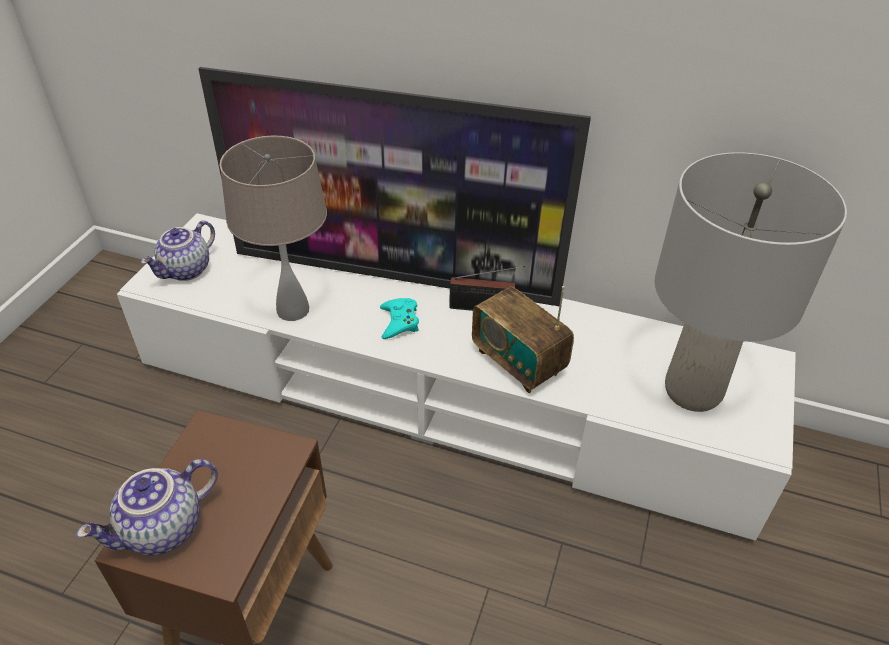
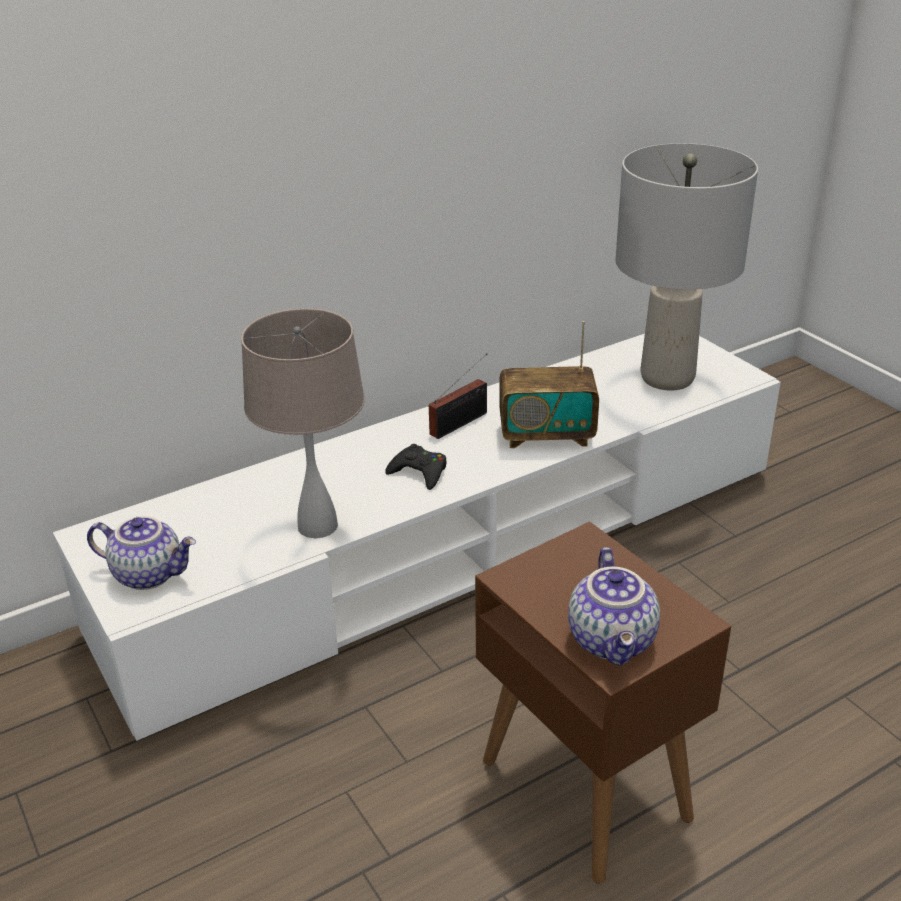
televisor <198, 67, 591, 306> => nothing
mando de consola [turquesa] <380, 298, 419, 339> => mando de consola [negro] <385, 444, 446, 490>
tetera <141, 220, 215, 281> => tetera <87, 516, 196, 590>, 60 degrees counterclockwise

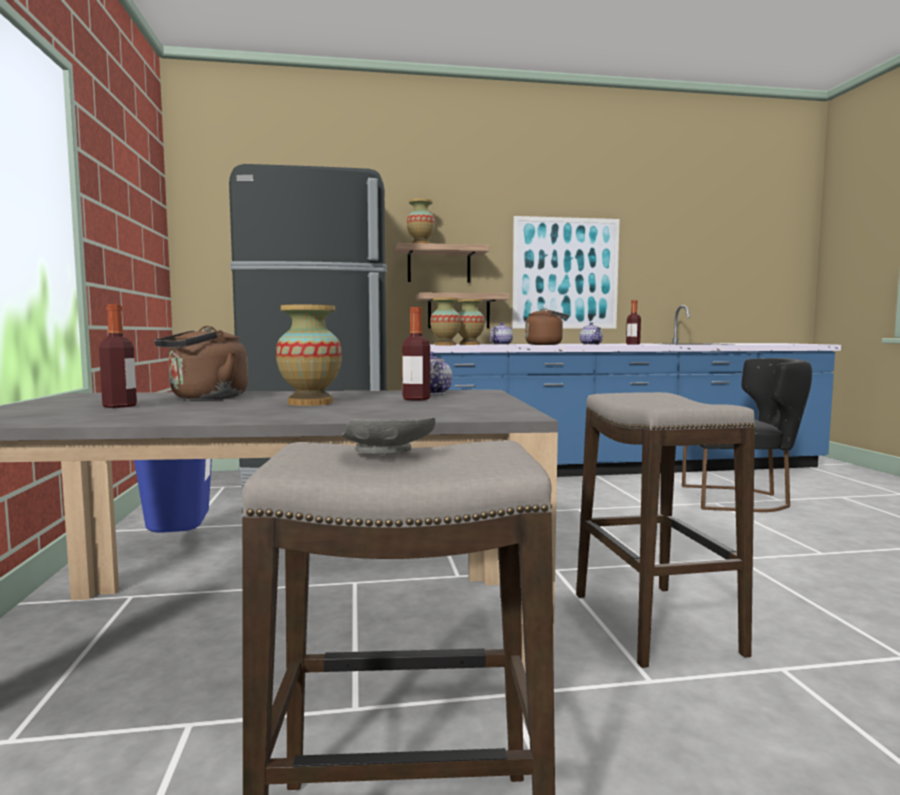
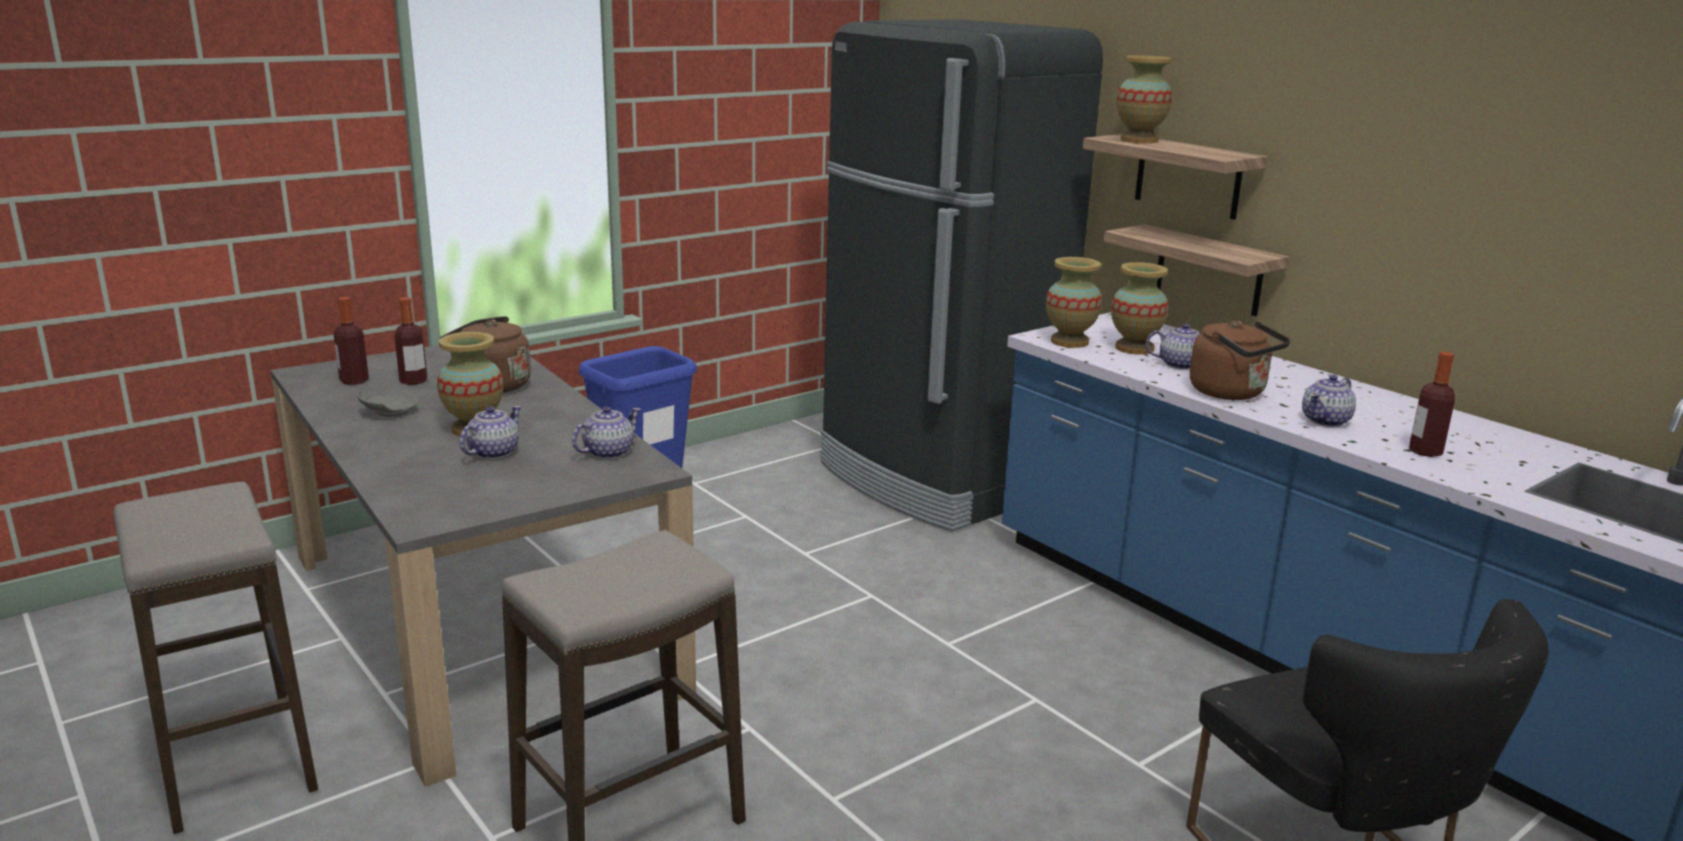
cuadro <512, 216, 620, 329> => nothing
nothing => tetera <459, 406, 521, 459>
plato [gris] <342, 417, 435, 455> => plato [gris] <357, 392, 418, 417>, move
botella <402, 307, 430, 400> => botella <334, 297, 369, 385>, move

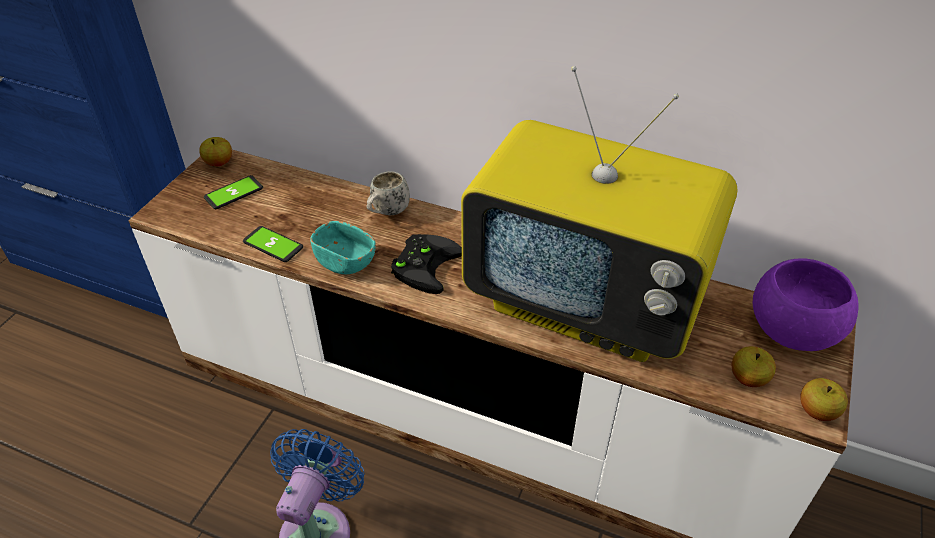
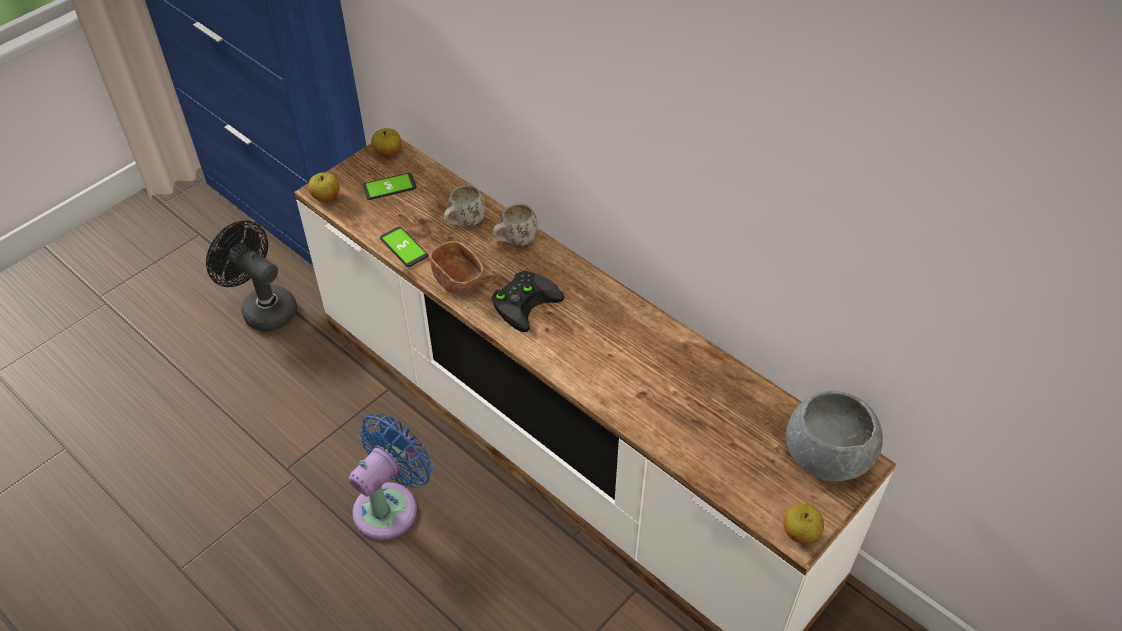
televisor <461, 66, 738, 362> => nothing
nothing => ventilador [negro] <206, 220, 297, 332>
nothing => taza grande [blanco] <444, 185, 485, 227>
manzana <732, 346, 776, 387> => manzana <308, 172, 340, 202>, move
cuenco [turquesa] <310, 221, 376, 274> => cuenco [marrón] <430, 241, 484, 293>
cuenco [morado] <753, 258, 859, 351> => cuenco [gris] <786, 391, 883, 481>

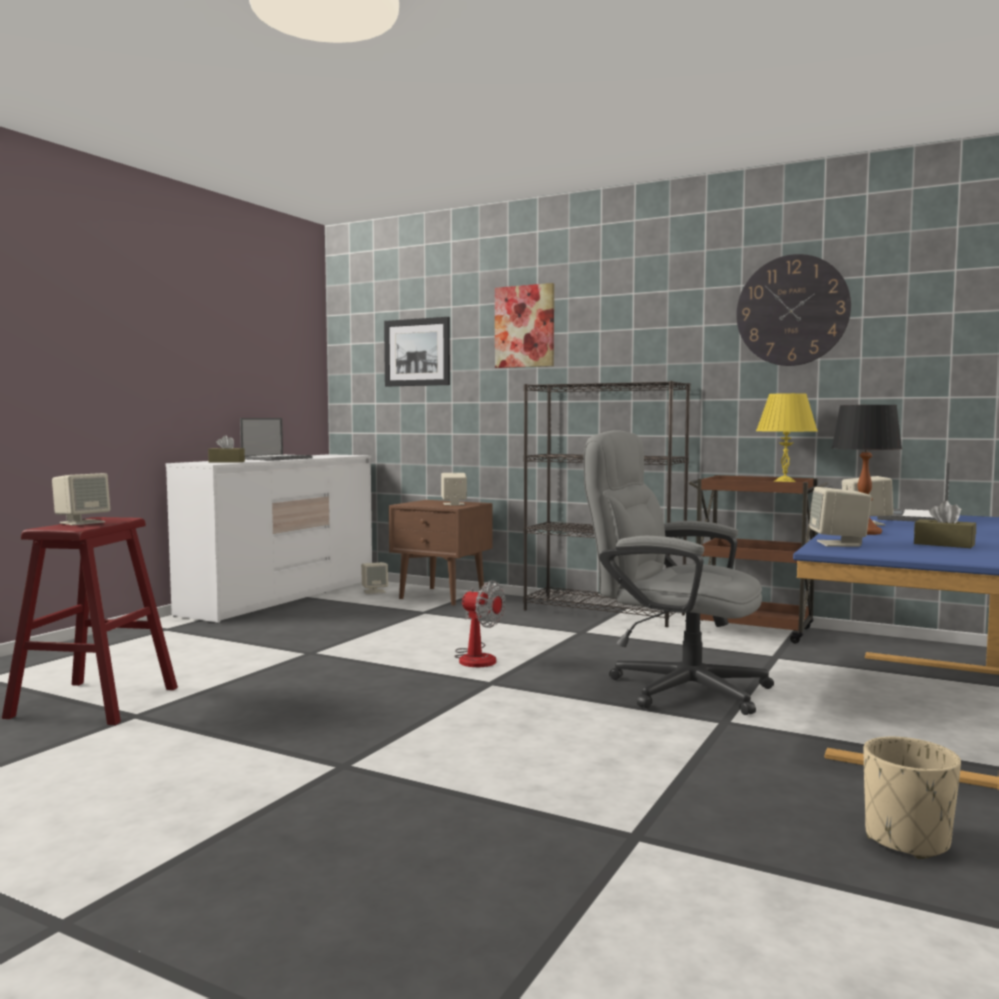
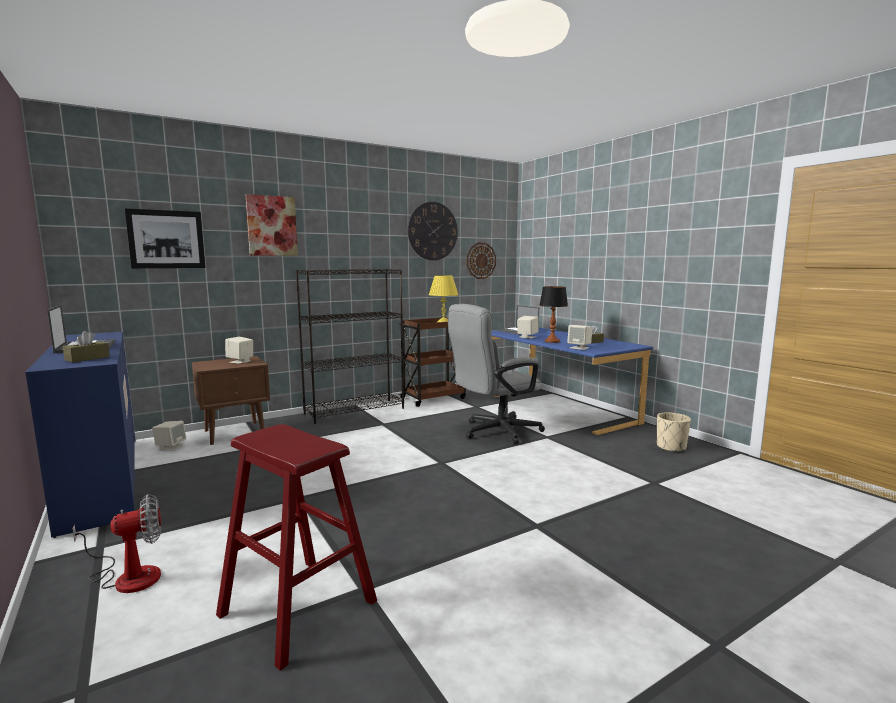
altavoz [beis] <52, 473, 110, 525> => nothing
nothing => reloj de pared <467, 243, 496, 279>
ventilador <454, 581, 506, 667> => ventilador <73, 494, 161, 593>, move
cómoda [blanco] <166, 454, 372, 624> => cómoda [azul] <25, 332, 136, 538>

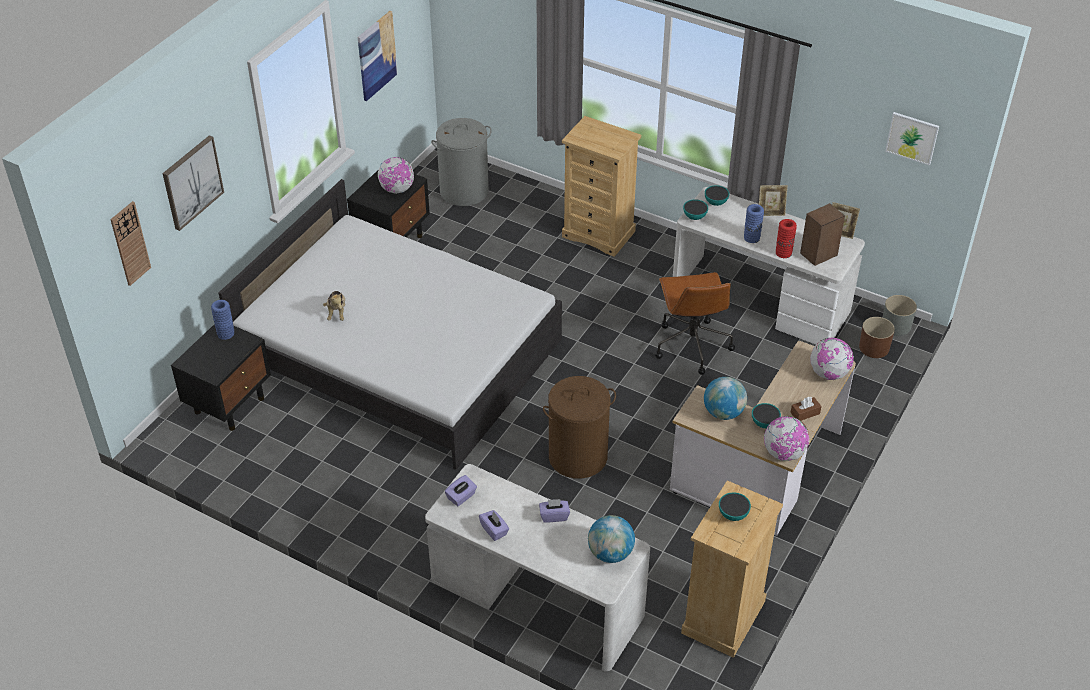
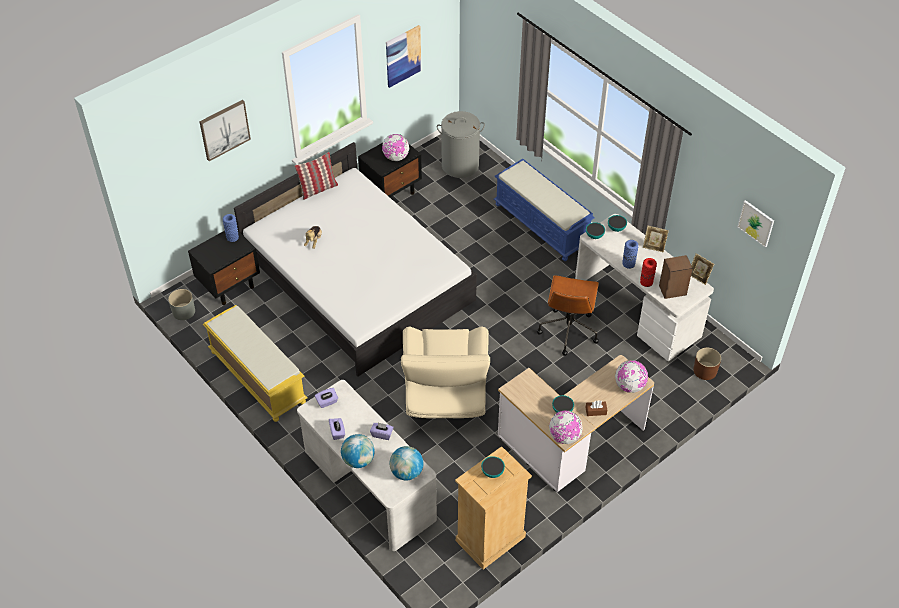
reloj de pared <110, 201, 151, 286> => nothing
nothing => banco [amarillo] <203, 305, 307, 422>
nothing => cojín <294, 152, 338, 200>
globo terráqueo <704, 377, 747, 420> => globo terráqueo <341, 434, 375, 468>, move
maceta [gris] <882, 295, 917, 336> => maceta [gris] <168, 289, 195, 320>, move
cesto de la ropa [marrón] <543, 376, 616, 479> => sillón [beis] <401, 326, 490, 418>
cómoda [beis] <562, 116, 641, 257> => banco [azul] <494, 159, 595, 261>

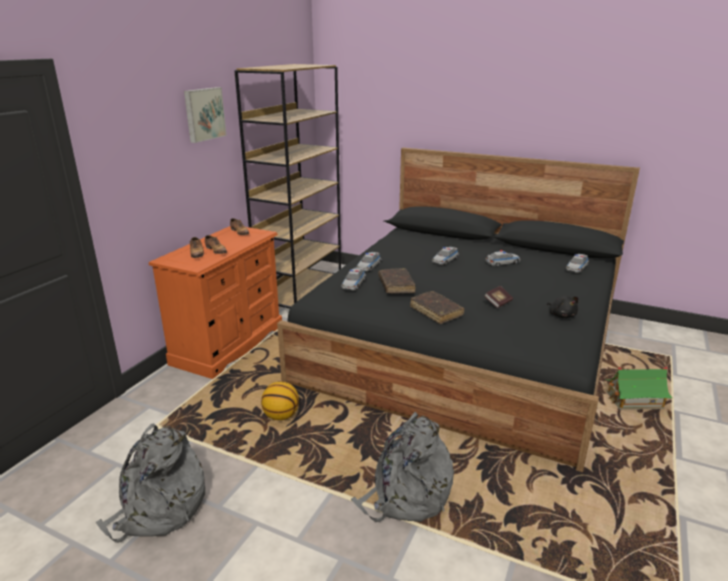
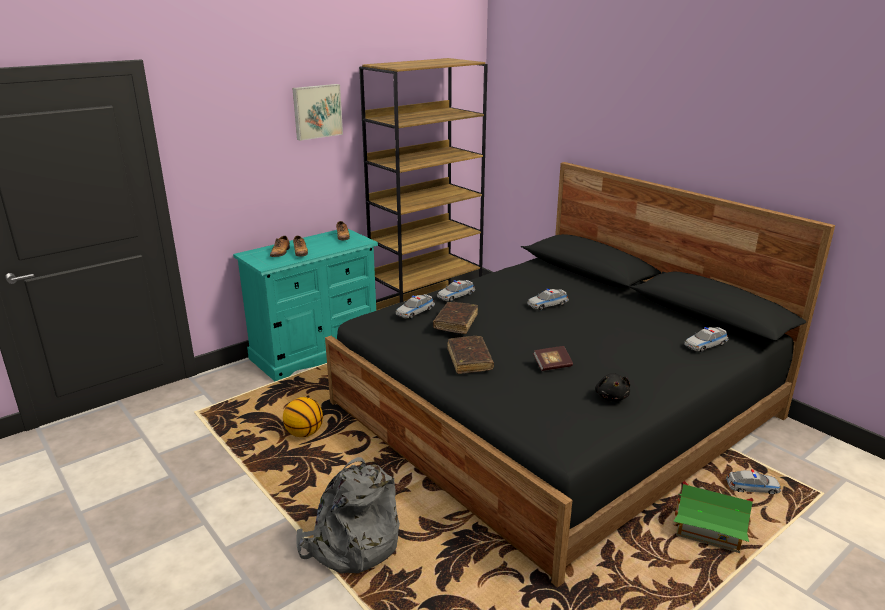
mochila [gris] <96, 423, 205, 543> => nothing
coche de juguete <485, 250, 521, 267> => coche de juguete <726, 469, 781, 494>, move
cómoda [naranja] <149, 226, 282, 379> => cómoda [turquesa] <233, 229, 378, 381>

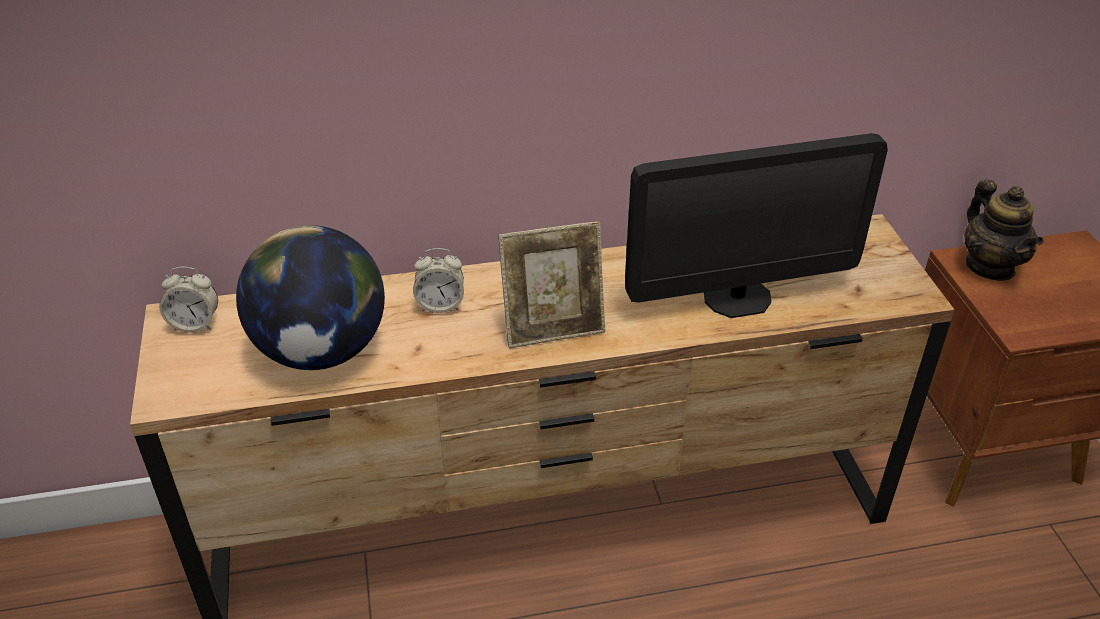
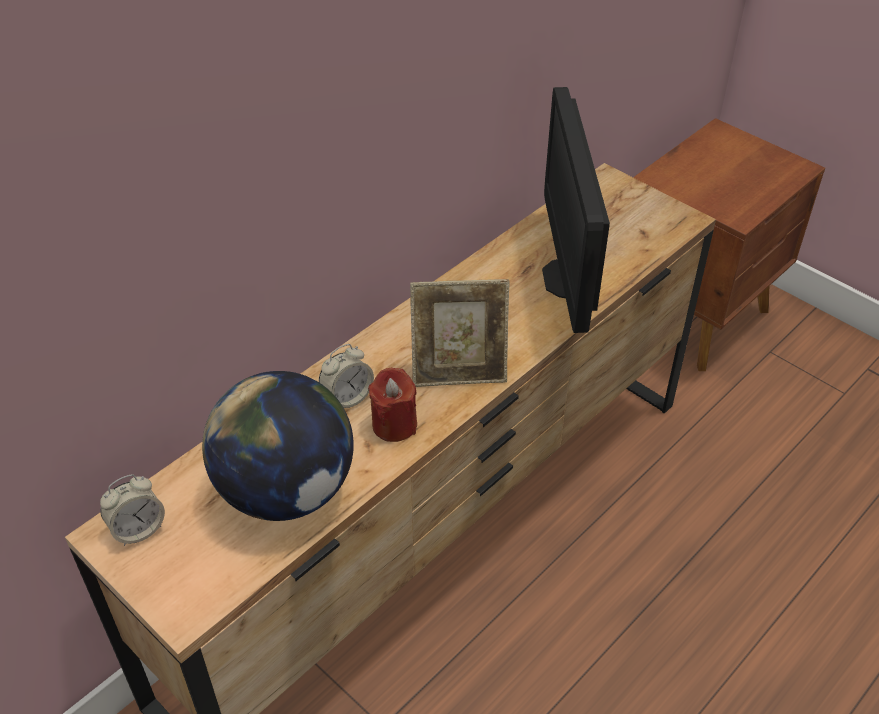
tetera <964, 180, 1044, 281> => nothing
nothing => vela [rojo] <368, 368, 417, 442>
portarretratos <498, 221, 605, 348> => portarretratos <410, 279, 509, 387>, 45 degrees clockwise
monitor <625, 133, 888, 318> => monitor <542, 87, 610, 333>, 135 degrees clockwise

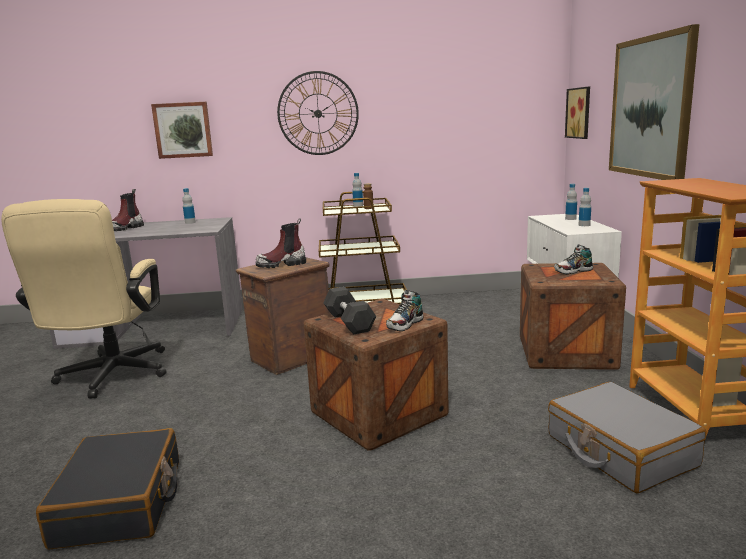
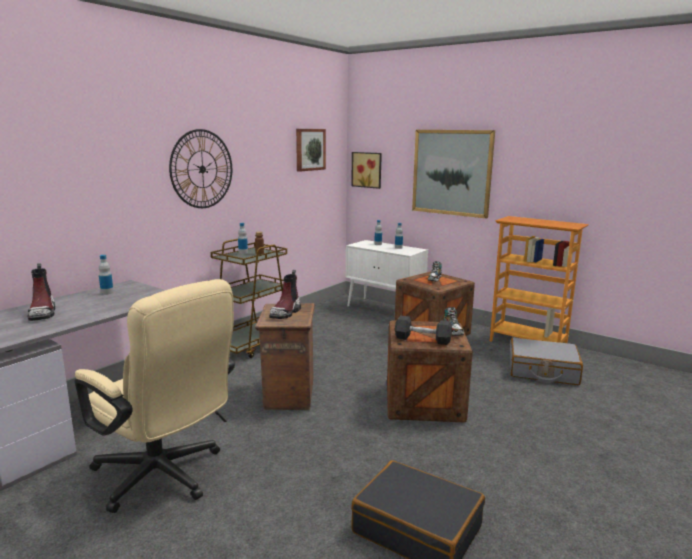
cuadro <151, 102, 213, 159> => cuadro <296, 129, 326, 172>, move

